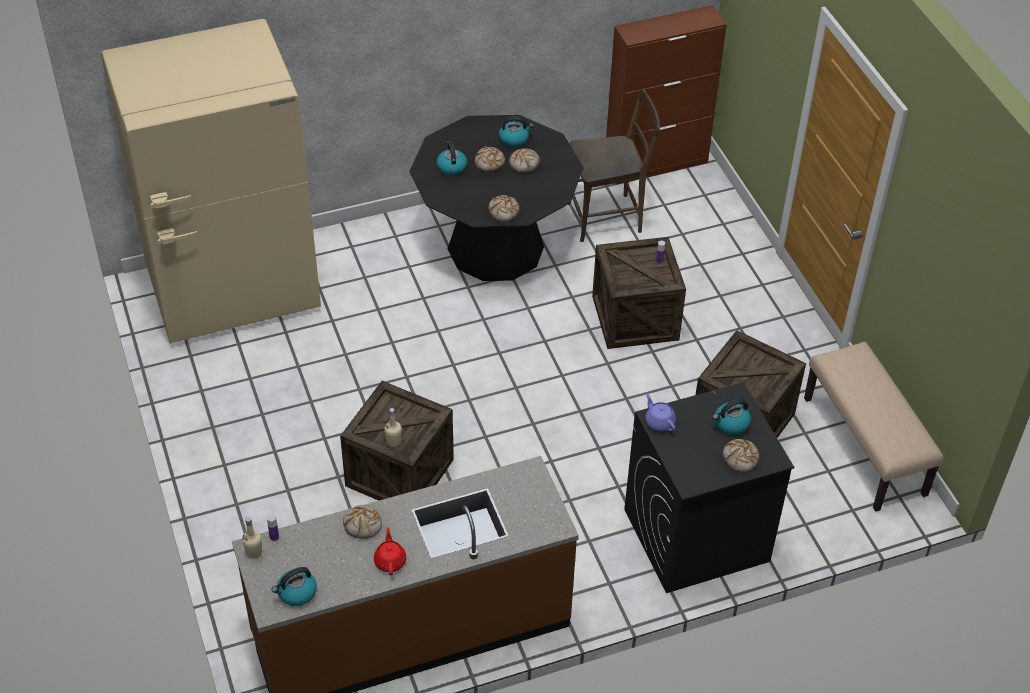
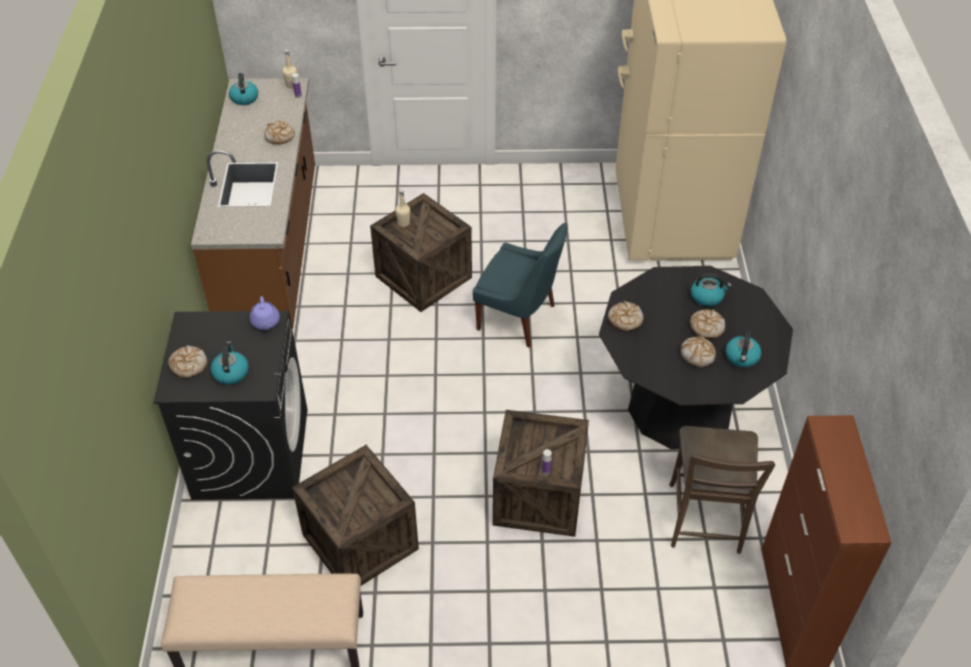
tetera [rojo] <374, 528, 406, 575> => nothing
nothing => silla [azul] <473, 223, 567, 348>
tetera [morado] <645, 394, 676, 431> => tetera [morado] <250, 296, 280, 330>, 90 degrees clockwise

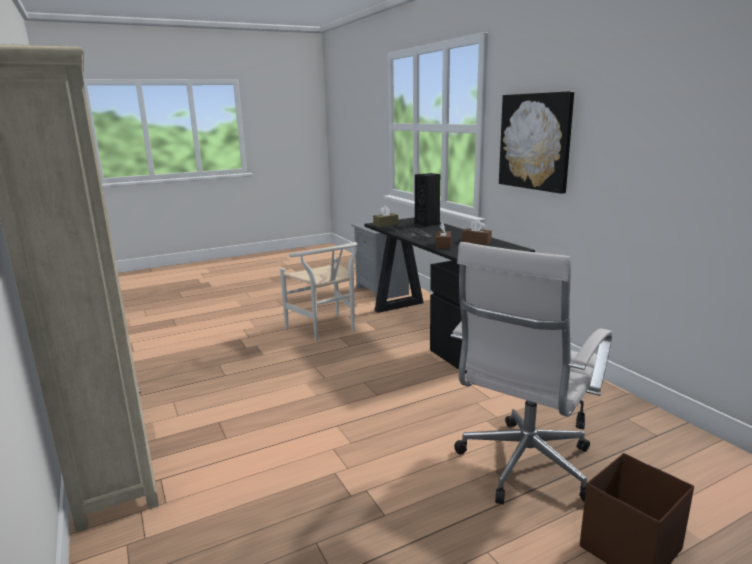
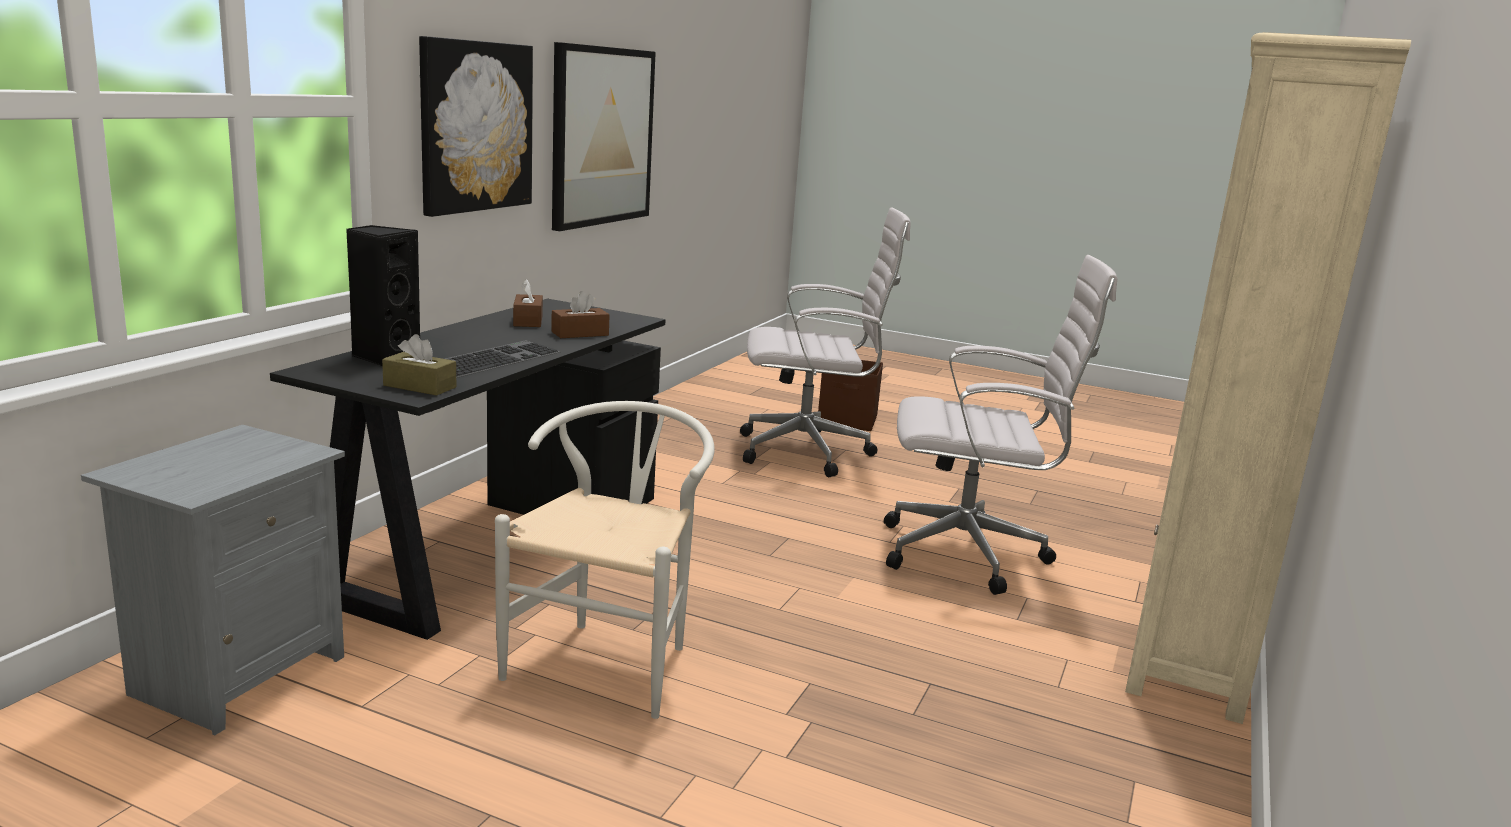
nothing => cuadro <552, 42, 656, 231>
nothing => silla de oficina [blanco] <884, 255, 1117, 595>

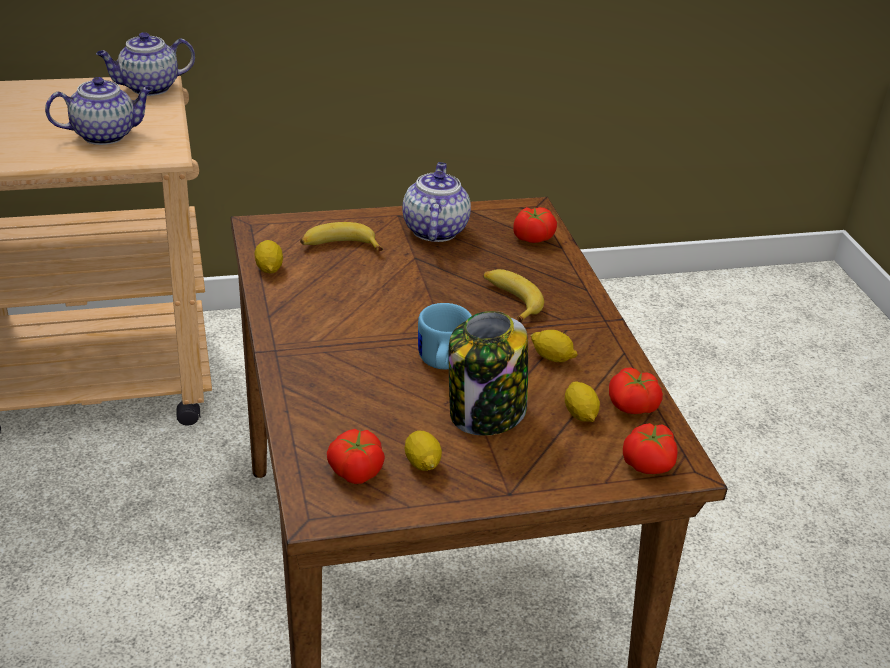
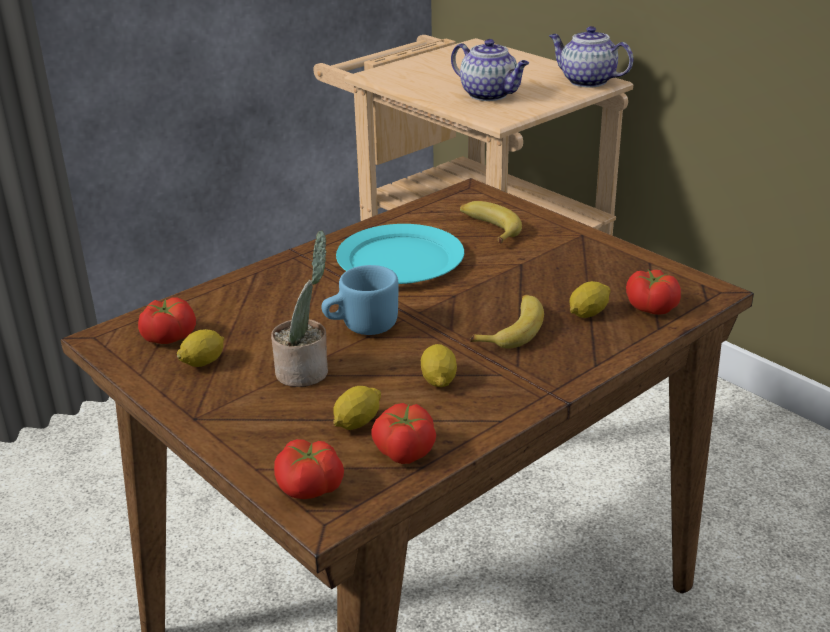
tetera <402, 162, 471, 242> => nothing
nothing => plato [turquesa] <336, 224, 464, 284>
limón <254, 240, 283, 274> => limón <569, 281, 611, 318>, move
tarro <449, 311, 528, 436> => planta en maceta <271, 230, 328, 387>

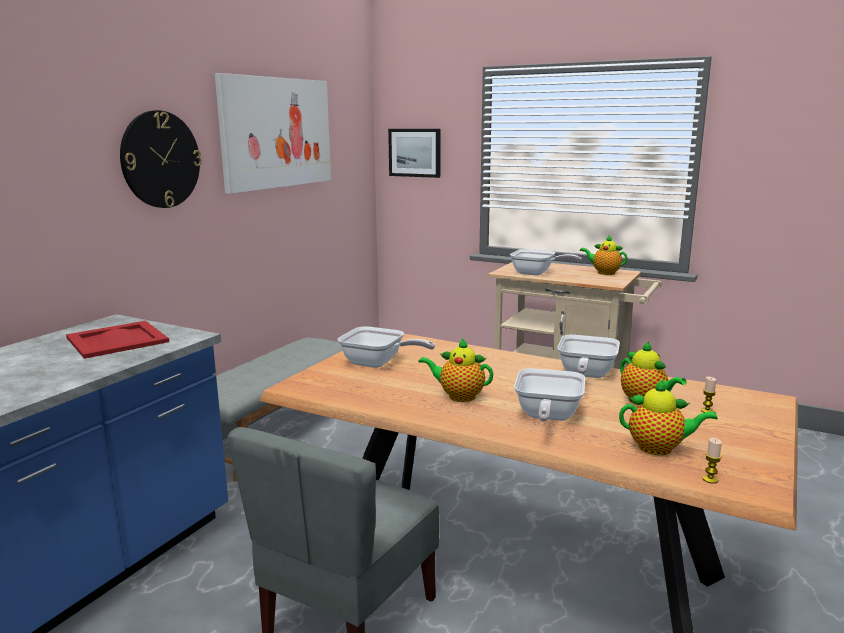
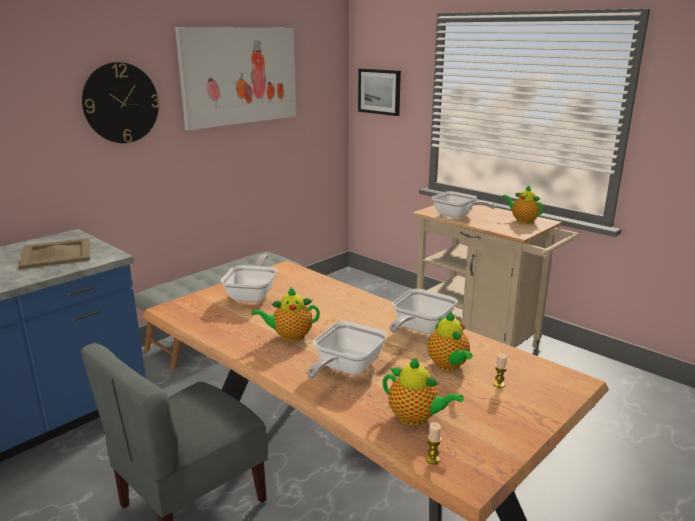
bandeja [rojo] <66, 321, 169, 359> => bandeja [beis] <18, 238, 90, 269>
sartén <338, 326, 435, 368> => sartén <221, 254, 277, 303>, 120 degrees counterclockwise
tetera <419, 337, 493, 402> => tetera <252, 287, 320, 342>, 45 degrees counterclockwise

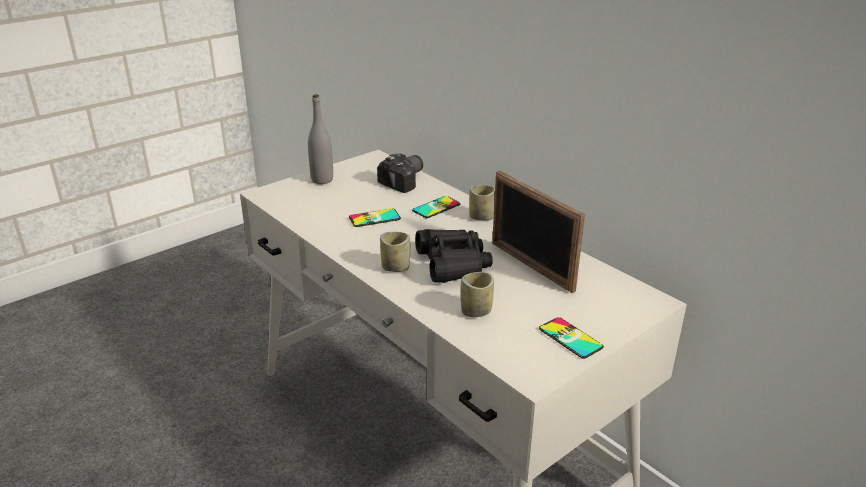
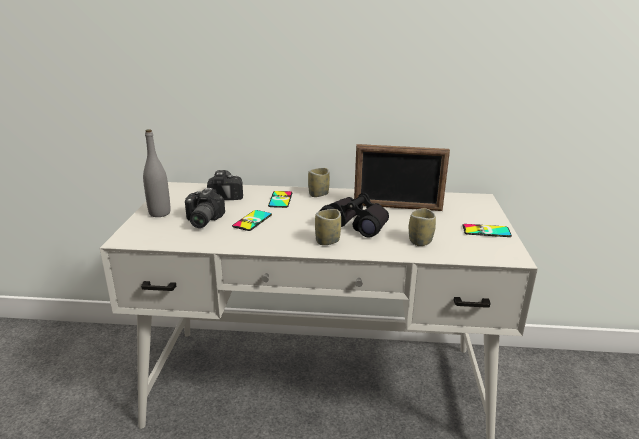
nothing => cámara <185, 188, 225, 228>

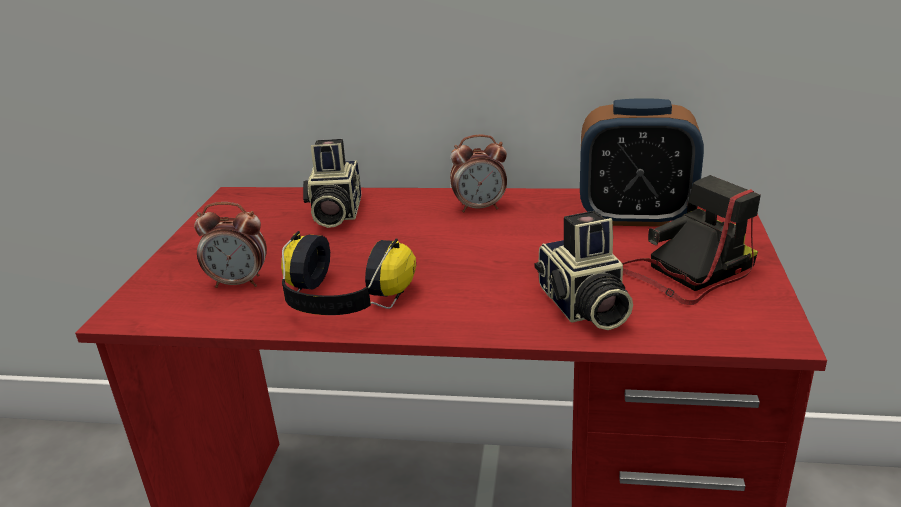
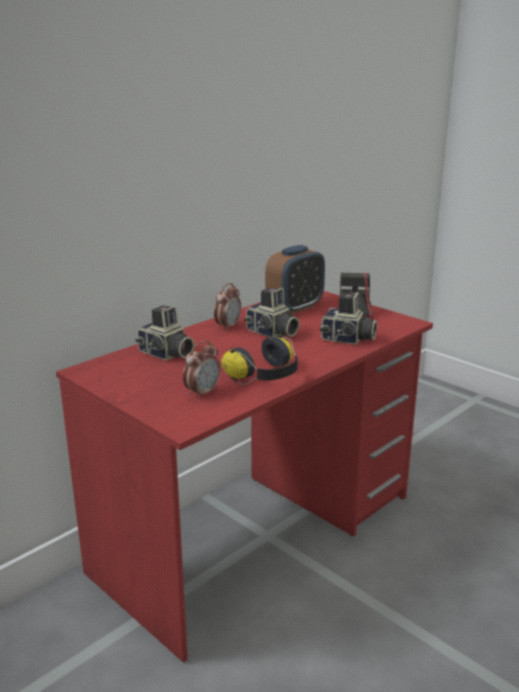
nothing => cámara <244, 287, 300, 337>

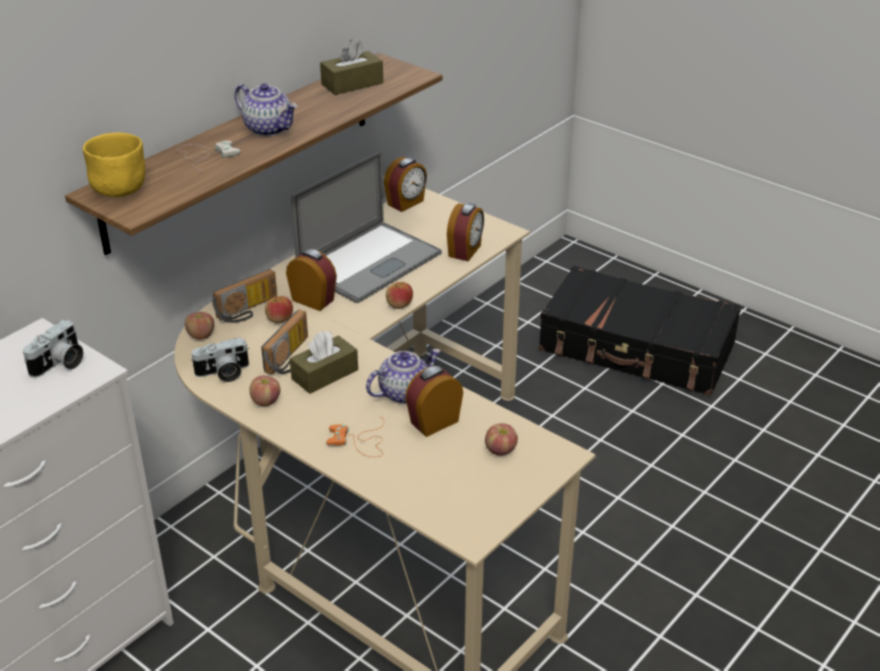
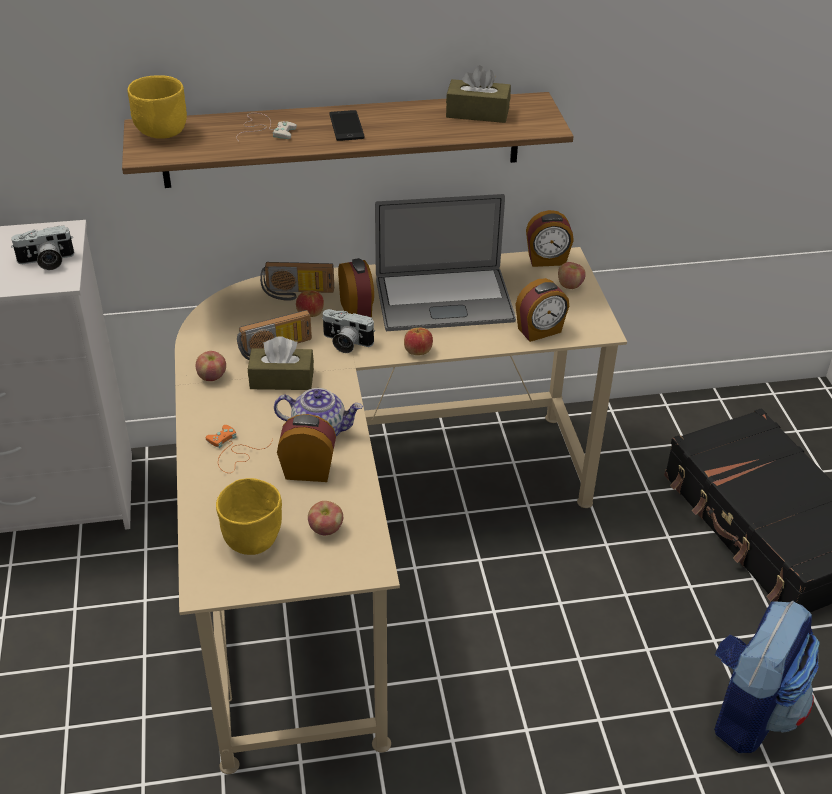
nothing => cuenco [amarillo] <216, 478, 282, 555>
nothing => mochila <714, 601, 820, 753>
manzana <185, 312, 214, 340> => manzana <558, 262, 586, 289>, move
cámara <190, 337, 249, 382> => cámara <322, 309, 375, 353>, move
tetera <235, 83, 297, 136> => móvil <329, 110, 365, 141>

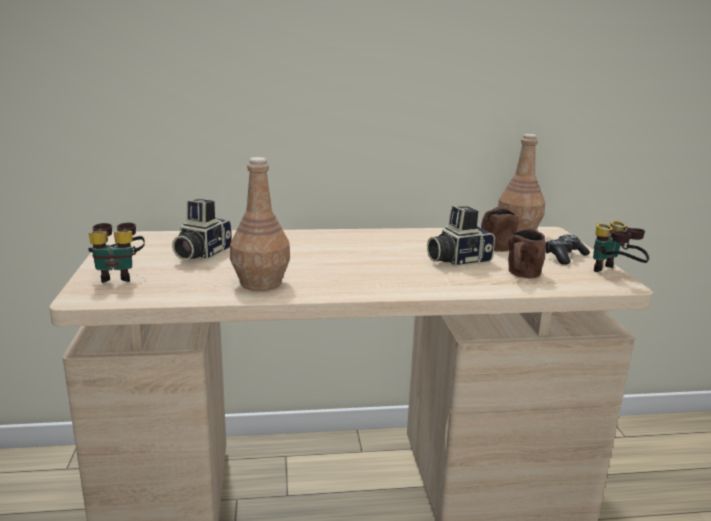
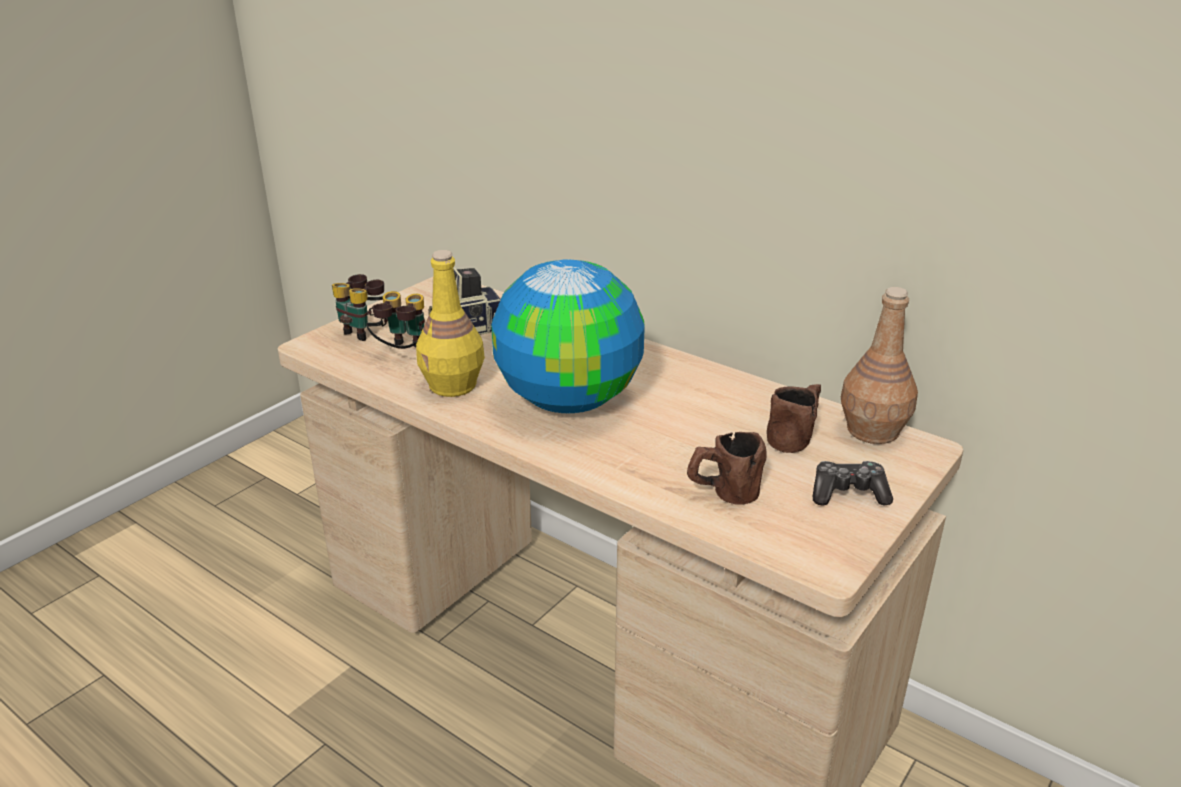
cámara <427, 205, 495, 267> => nothing
nothing => globo terráqueo <491, 259, 645, 413>
prismáticos <593, 221, 649, 272> => prismáticos <366, 291, 425, 349>, move
botella [marrón] <230, 157, 290, 291> => botella [amarillo] <416, 250, 485, 397>

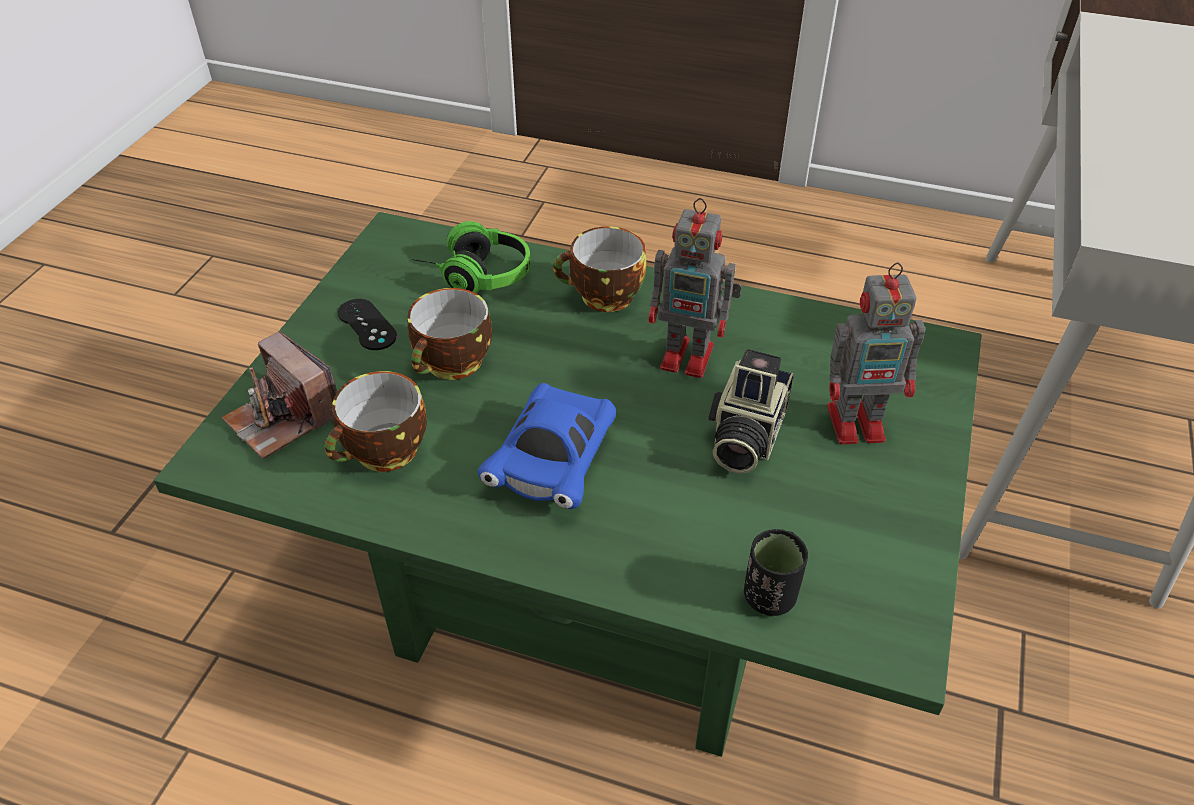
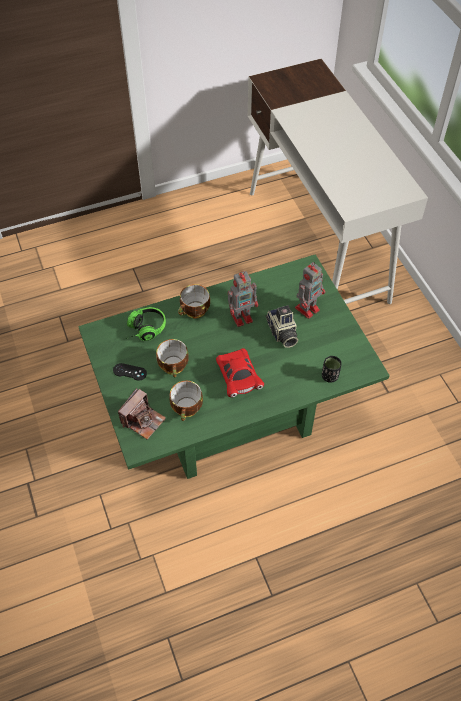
coche de juguete [azul] <478, 383, 616, 509> => coche de juguete [rojo] <216, 348, 264, 397>
cámara <222, 331, 337, 459> => cámara <118, 388, 166, 439>, 60 degrees counterclockwise

